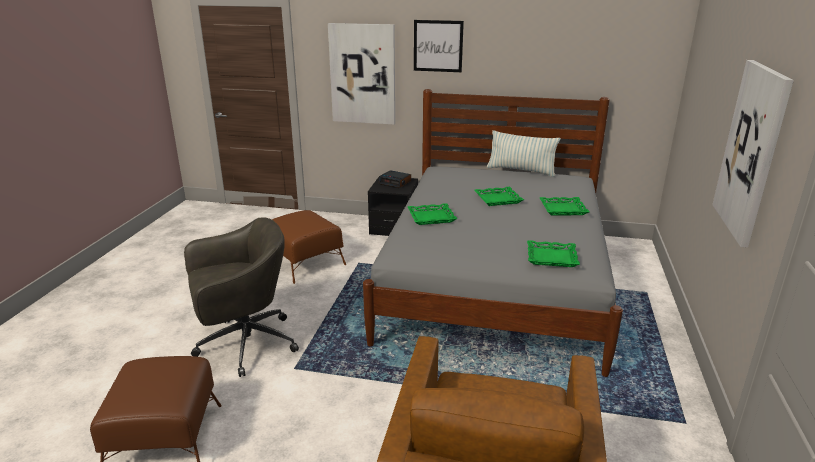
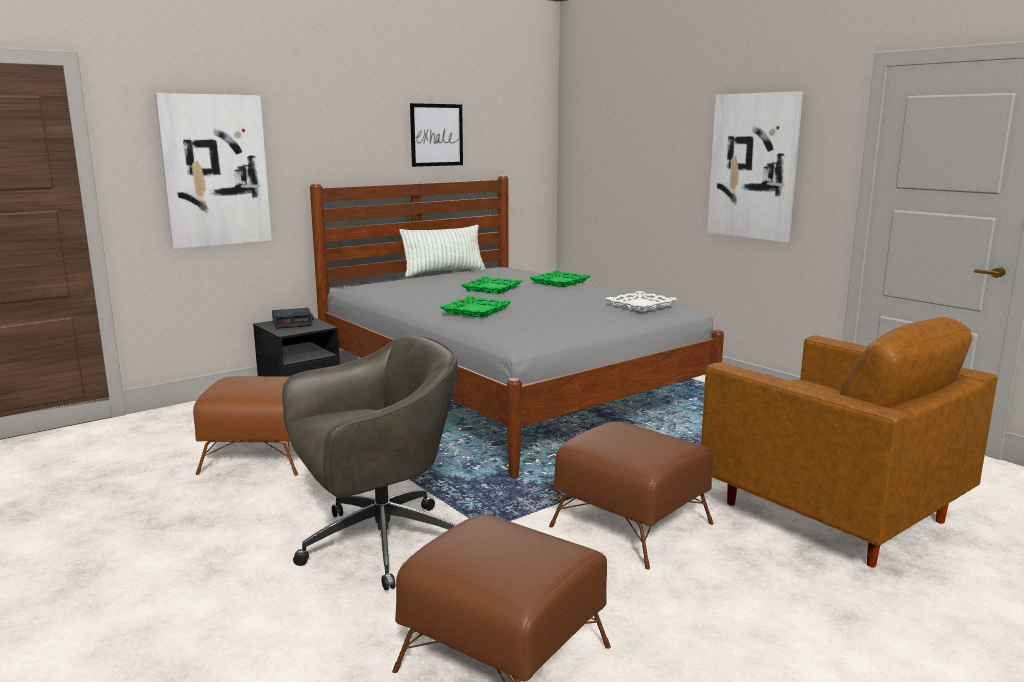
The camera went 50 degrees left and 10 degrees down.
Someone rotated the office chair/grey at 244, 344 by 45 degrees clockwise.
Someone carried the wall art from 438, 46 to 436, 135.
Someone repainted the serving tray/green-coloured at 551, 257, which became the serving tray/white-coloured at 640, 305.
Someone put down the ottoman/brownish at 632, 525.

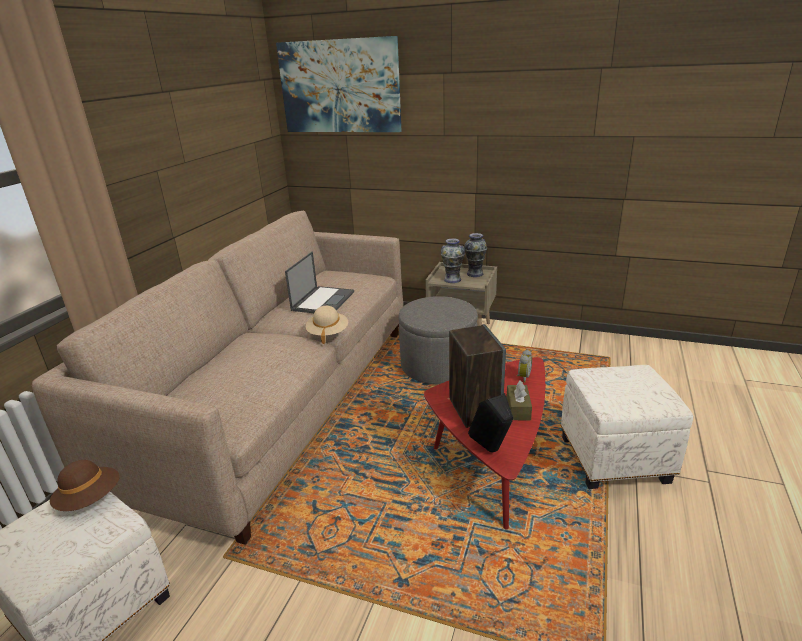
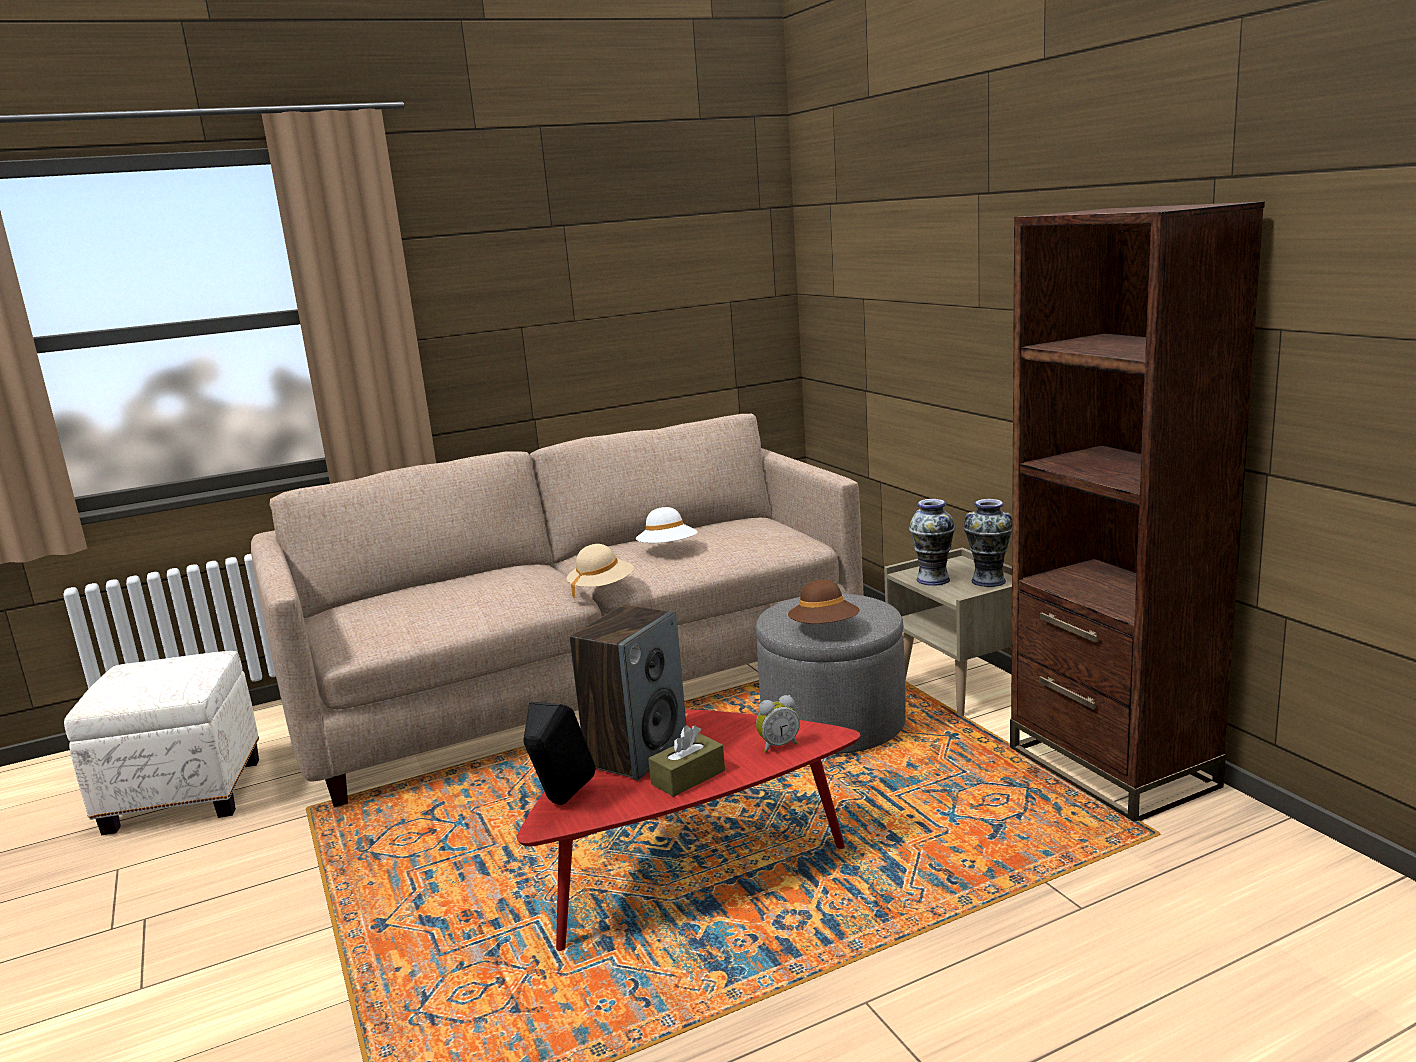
The camera went 45 degrees right and 10 degrees down.
Someone carried the hat/brownish from 90, 499 to 824, 629.
Someone took away the wall art at 340, 86.
Someone swapped the laptop at 323, 300 for the hat/white-coloured at 668, 550.
Someone took away the ottoman/white-coloured at 615, 459.
Someone put down the bookshelf/brownish at 1111, 767.

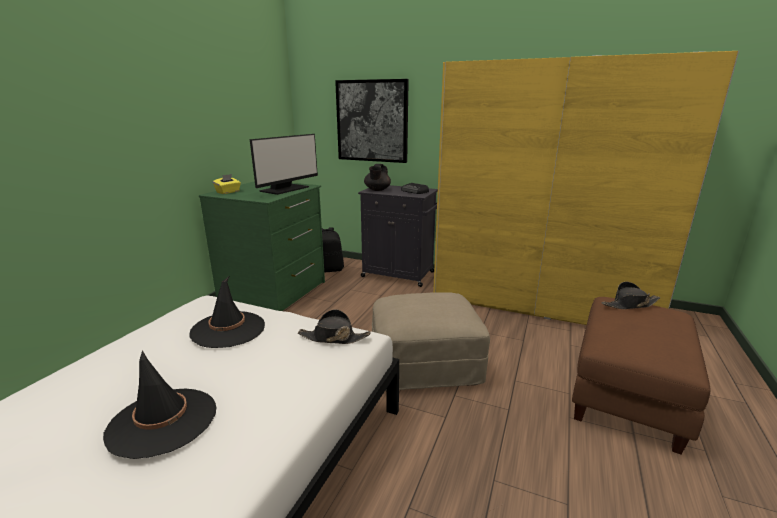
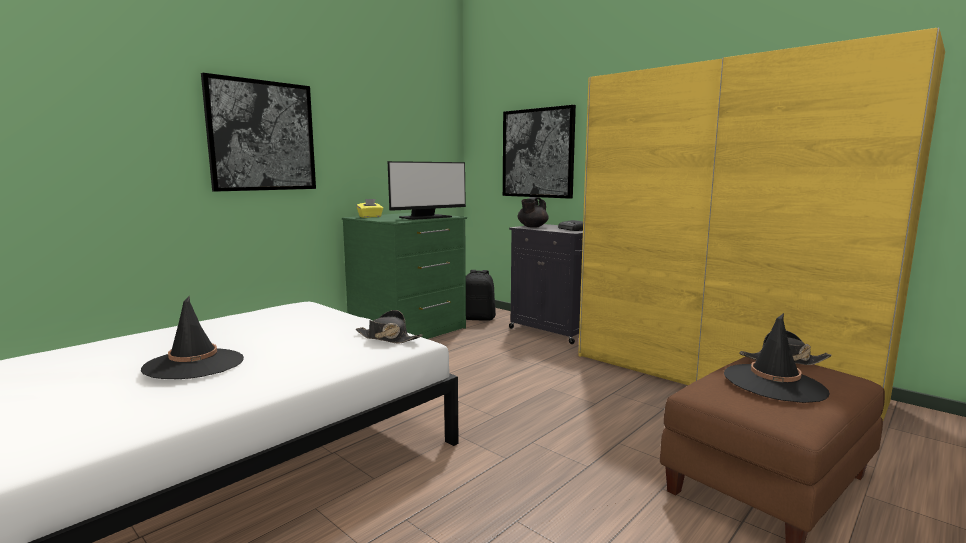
The camera went 20 degrees right and 10 degrees down.
Someone carried the hat/blackish from 228, 329 to 774, 383.
Someone took away the ottoman/beige-coloured at 425, 366.
Someone put up the wall art at 262, 136.

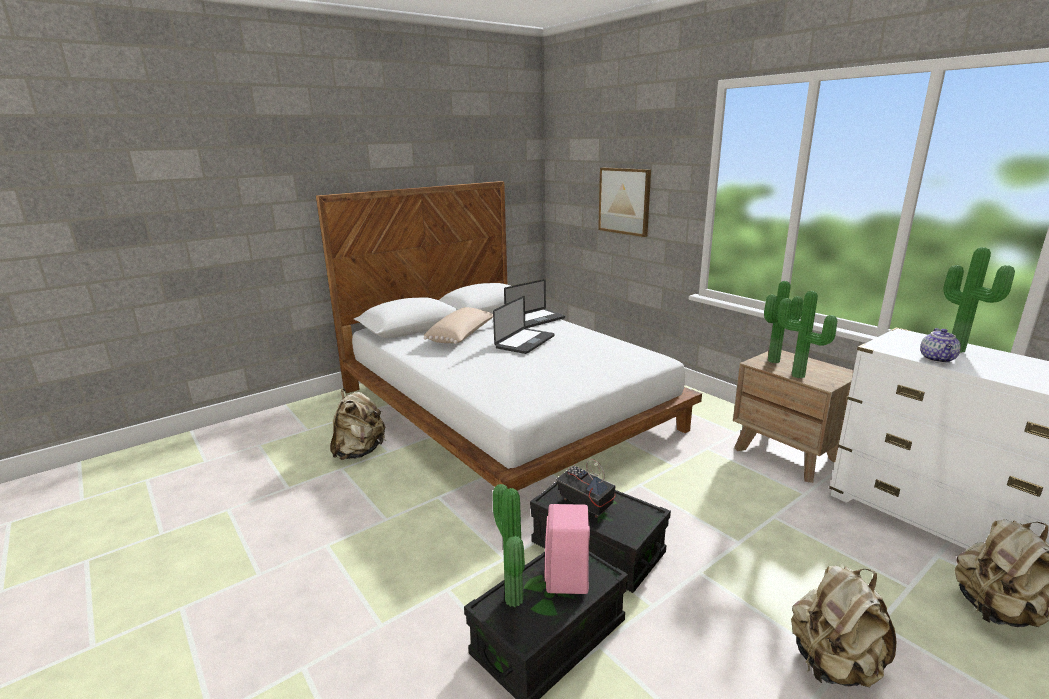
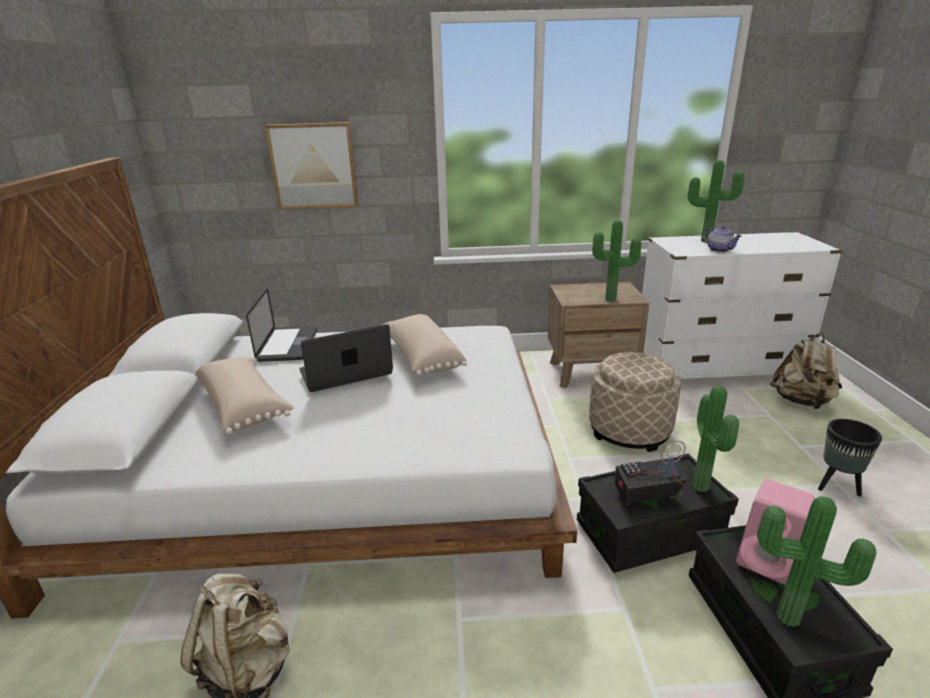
The camera went 55 degrees left and 5 degrees up.
Someone rotated the laptop at 525, 342 by 90 degrees counterclockwise.
Someone carried the potted plant from 775, 361 to 703, 486.
Someone swapped the knapsack/beige-coloured at 833, 665 for the planter/blackish at 836, 486.
Someone put down the throw pillow/beige-coloured at 421, 357.
Someone put down the ottoman/beige-coloured at 629, 429.

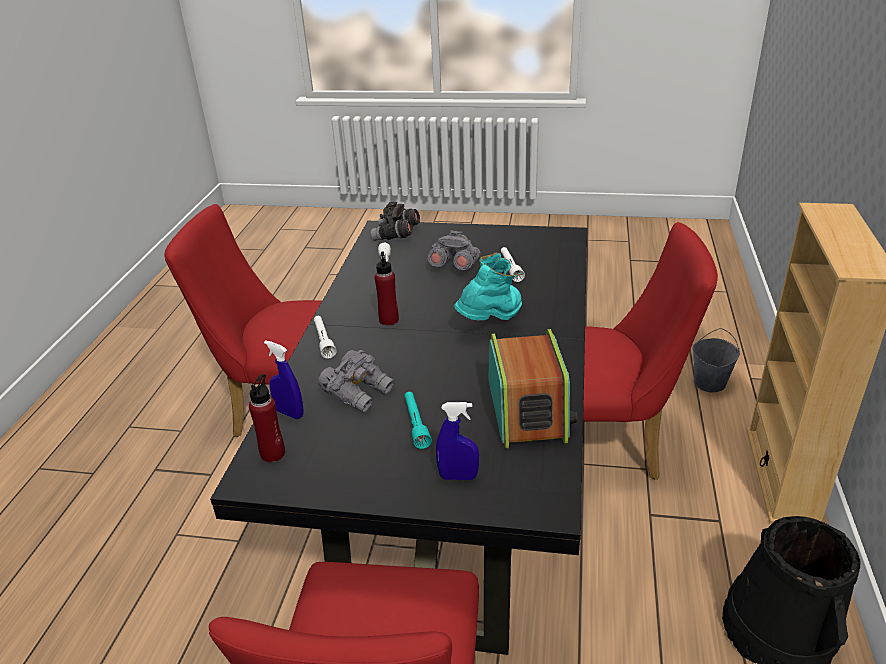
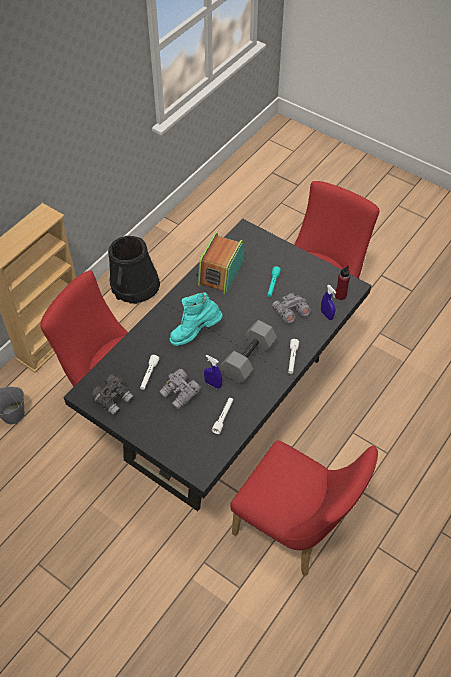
The camera went 155 degrees left and 20 degrees up.
Someone carried the field glasses/grey from 396, 236 to 113, 399.
Someone swapped the bottle/red-coloured at 389, 320 for the dumbbell/grey at 249, 360.
Someone carried the spray bottle/blue-coloured from 458, 477 to 213, 384.

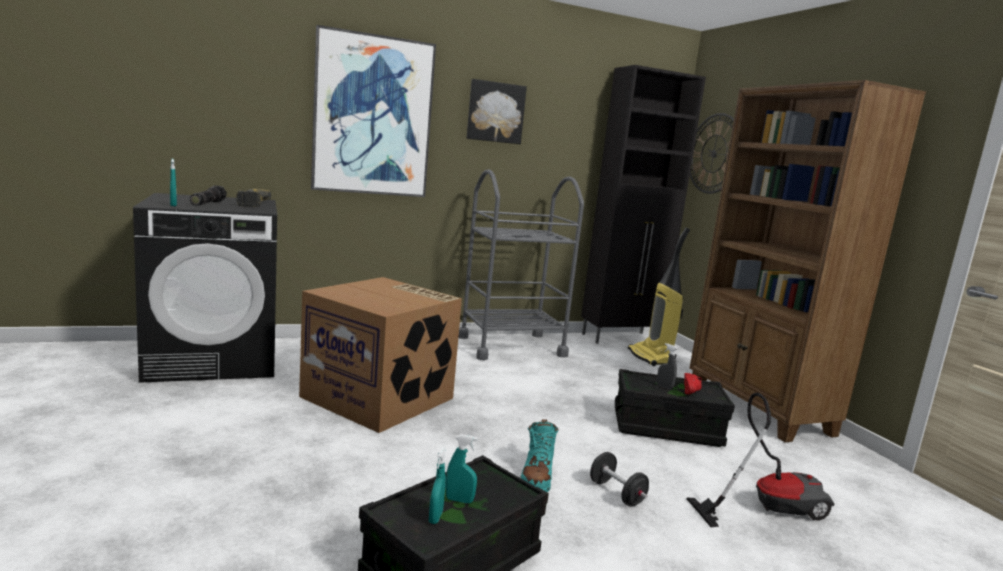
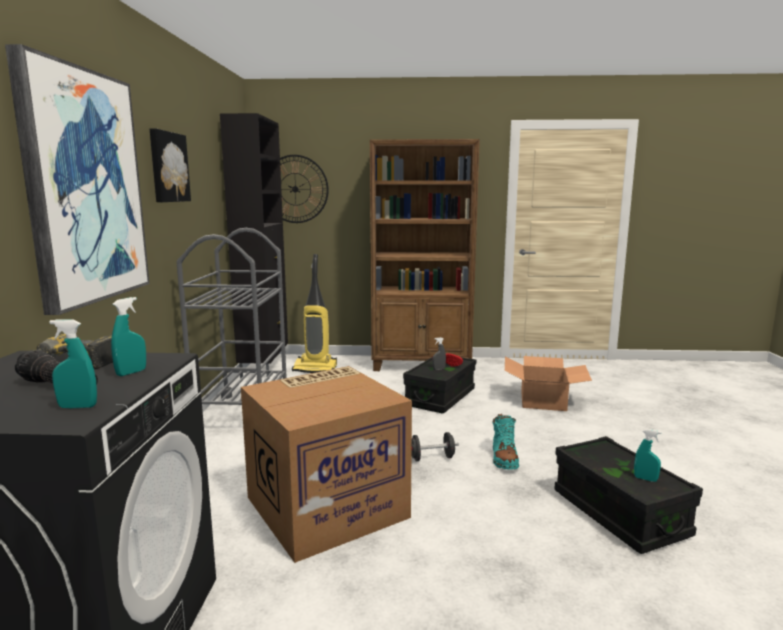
The camera went 65 degrees left and 0 degrees up.
Someone carried the spray bottle/turquoise from 459, 500 to 131, 372.
Someone rotated the tall boot/turquoise at 537, 477 by 60 degrees clockwise.
Someone carried the dumbbell/blackish from 616, 493 to 432, 458.
Someone swapped the vacuum cleaner at 766, 507 for the packing box at 543, 400.

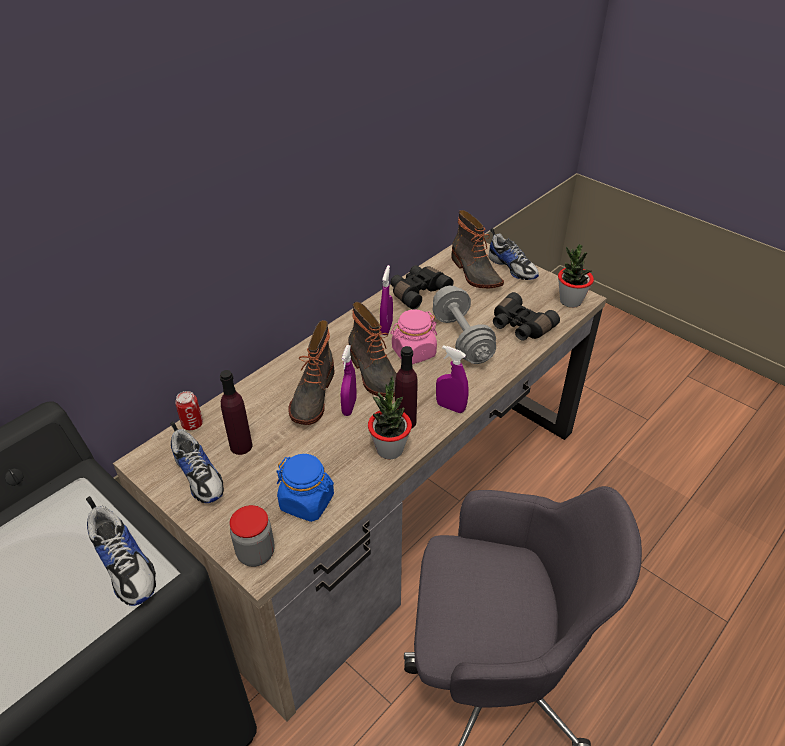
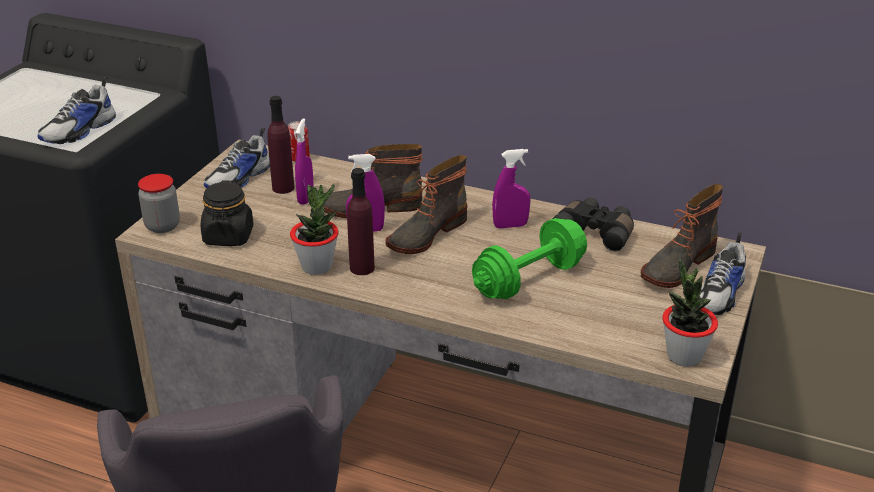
The camera went 70 degrees right and 10 degrees down.
Someone repainted the jar/blue-coloured at 307, 502, which became the jar/blackish at 228, 236.
Someone took away the jar/pink-coloured at 413, 352.
Someone repainted the dumbbell/grey at 462, 339, which became the dumbbell/green-coloured at 529, 280.
Someone carried the spray bottle/purple from 450, 407 to 305, 197.
Someone took away the field glasses/blackish at 520, 326.

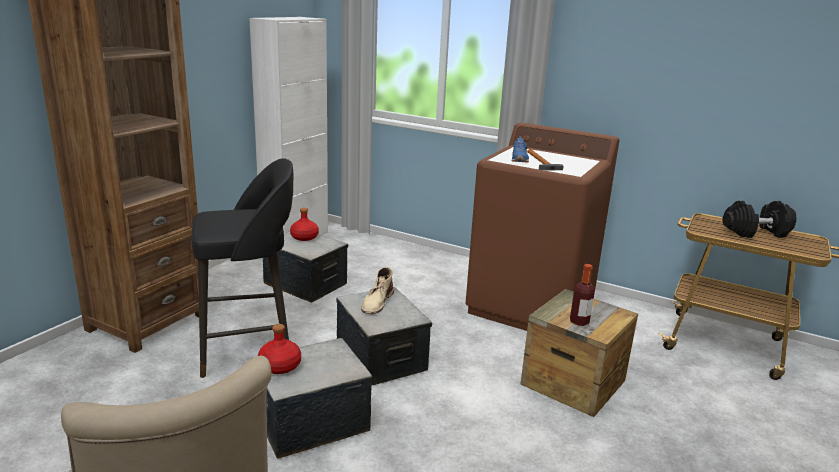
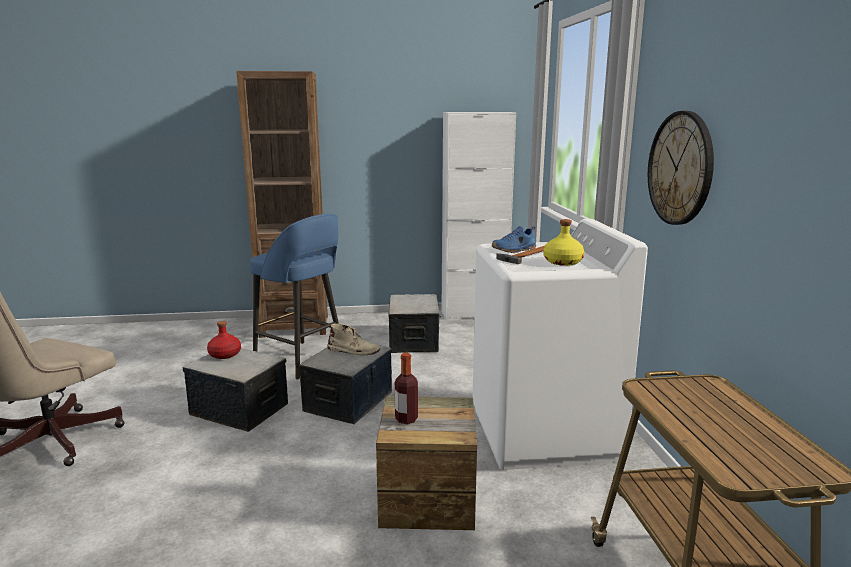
The camera went 55 degrees right and 5 degrees down.
Someone repainted the stool/blackish at 249, 349, which became the stool/blue-coloured at 302, 360.
Someone took away the bottle/red-coloured at 304, 237.
Someone rotated the tall boot/beige-coloured at 377, 302 by 150 degrees counterclockwise.
Someone repainted the washing machine/brownish at 531, 306, which became the washing machine/white-coloured at 543, 433.
Someone took away the dumbbell/blackish at 755, 232.
Someone put down the bottle/yellowish at 562, 262.
Someone put up the clock on the wall at 680, 168.

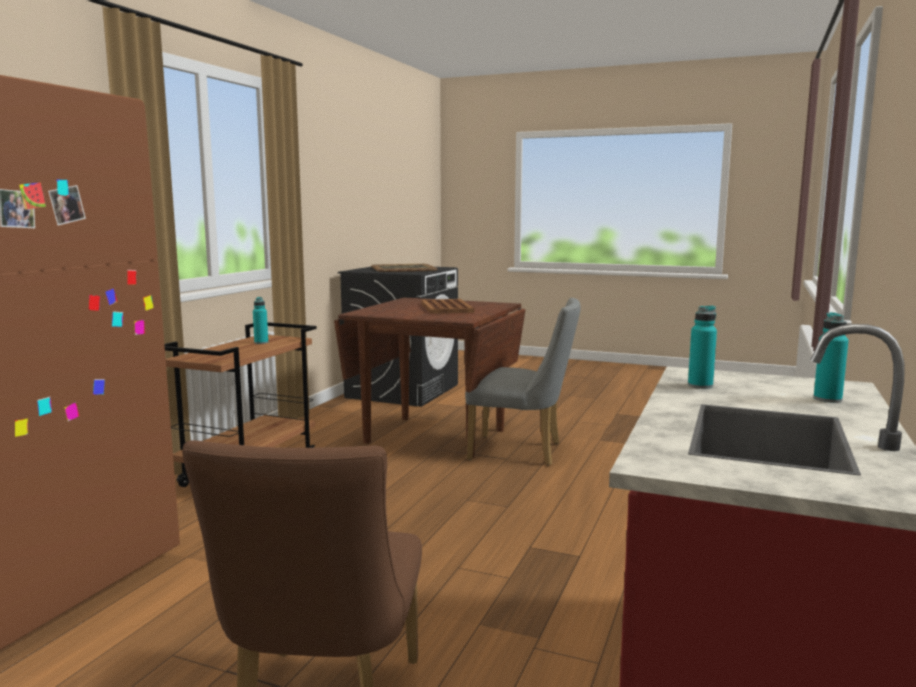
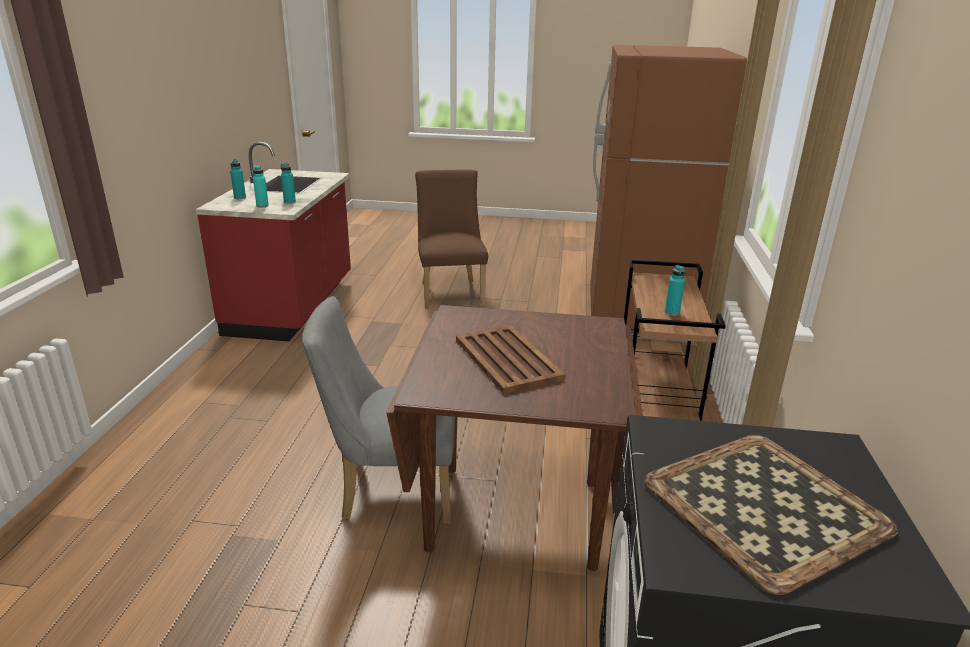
The camera went 165 degrees right and 15 degrees up.
Someone put down the bottle/turquoise at 262, 206.

